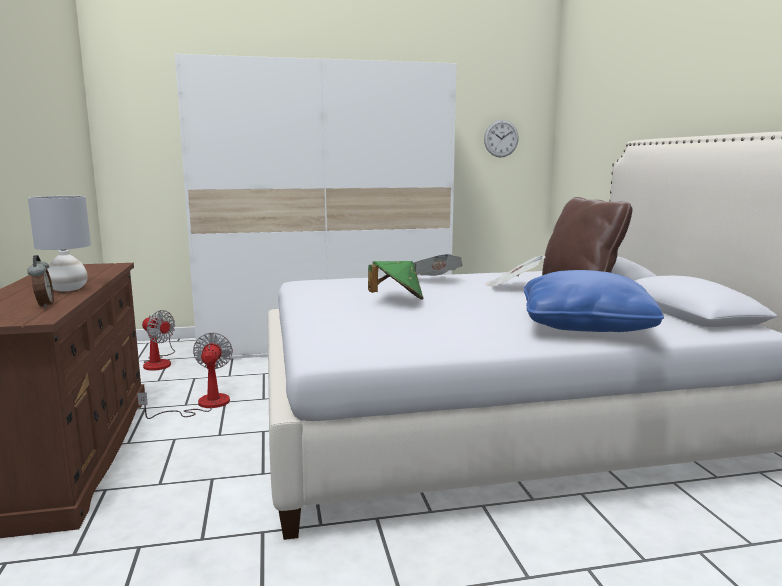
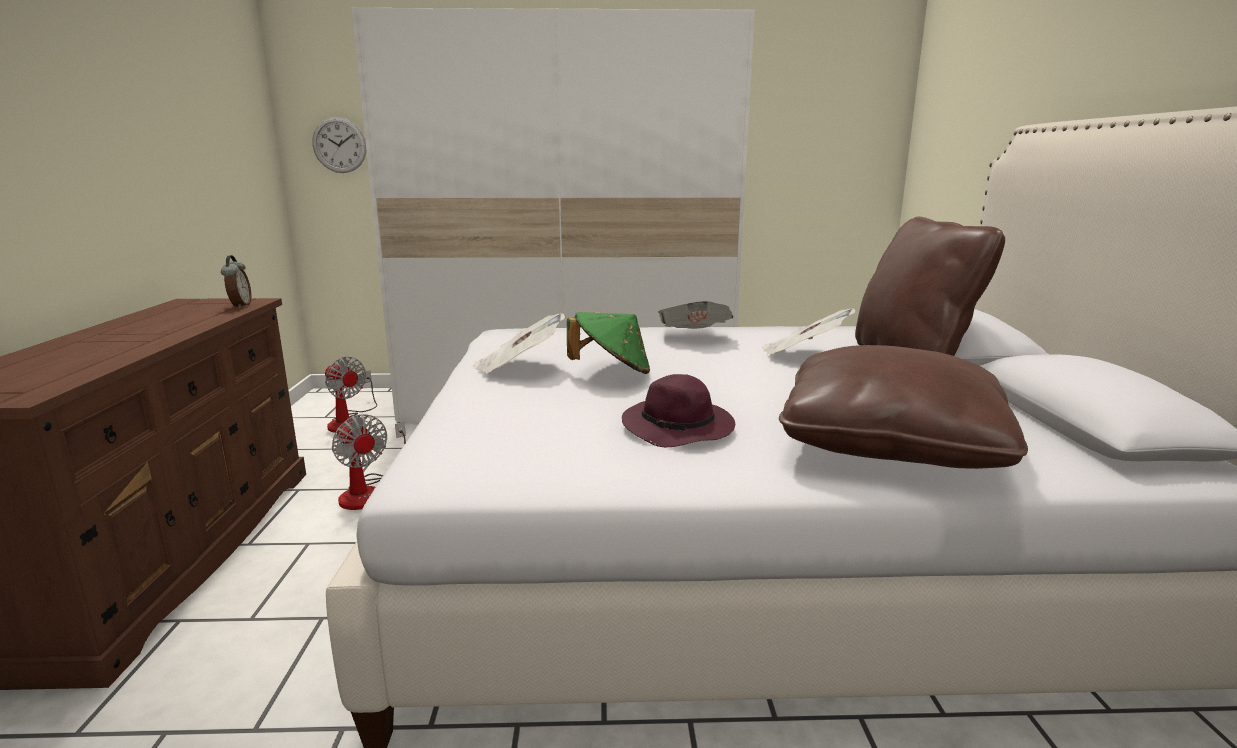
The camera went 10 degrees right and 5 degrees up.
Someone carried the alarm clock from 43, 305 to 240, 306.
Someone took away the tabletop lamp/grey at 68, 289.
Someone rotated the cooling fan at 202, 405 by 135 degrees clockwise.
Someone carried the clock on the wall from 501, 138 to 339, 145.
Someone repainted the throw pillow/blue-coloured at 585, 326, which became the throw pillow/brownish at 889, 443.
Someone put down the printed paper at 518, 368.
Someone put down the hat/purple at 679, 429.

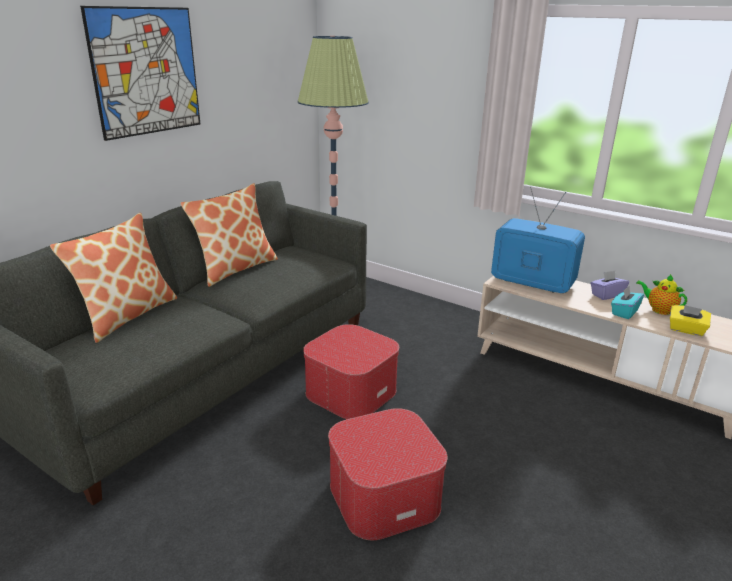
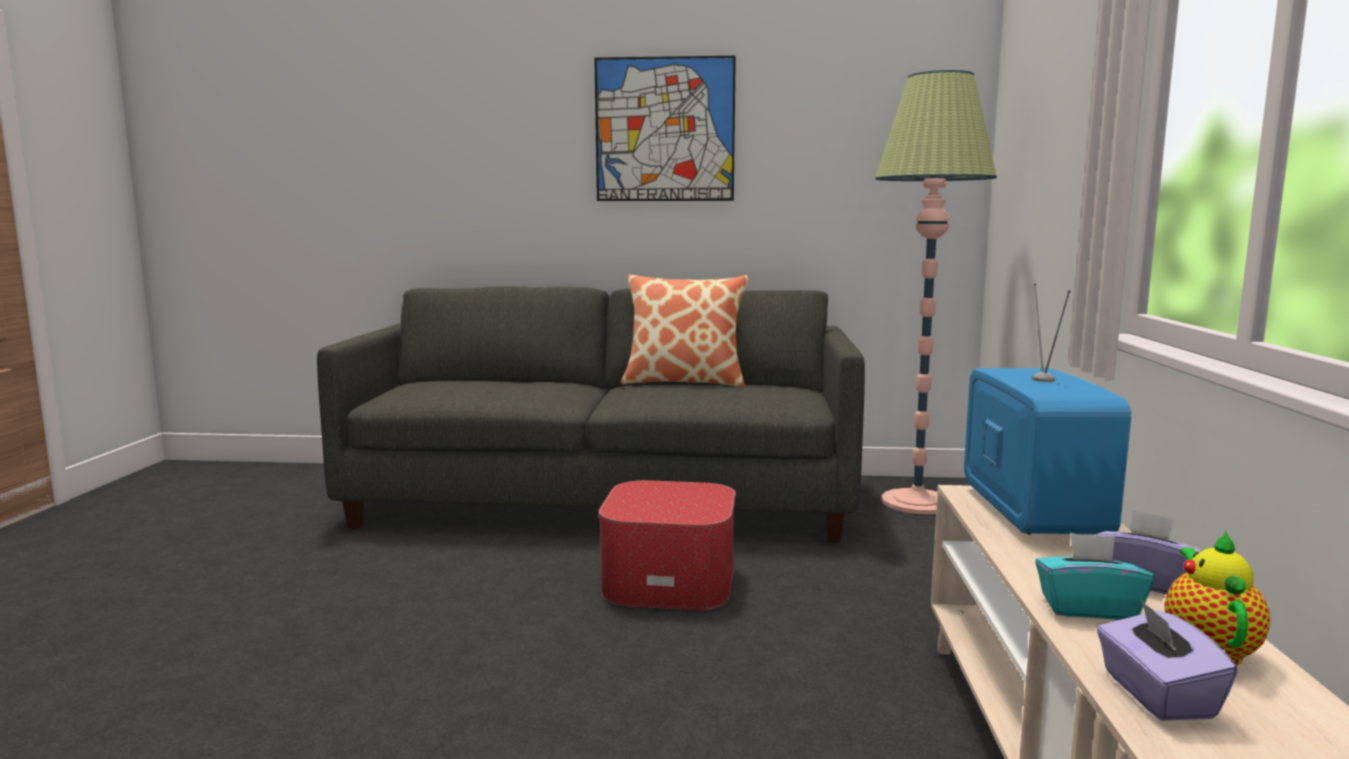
The camera went 60 degrees right and 15 degrees down.
Someone took away the throw pillow at 127, 315.
Someone took away the ottoman at 384, 495.
Someone repainted the box of tissues/yellowish at 686, 330, which became the box of tissues/purple at 1156, 695.

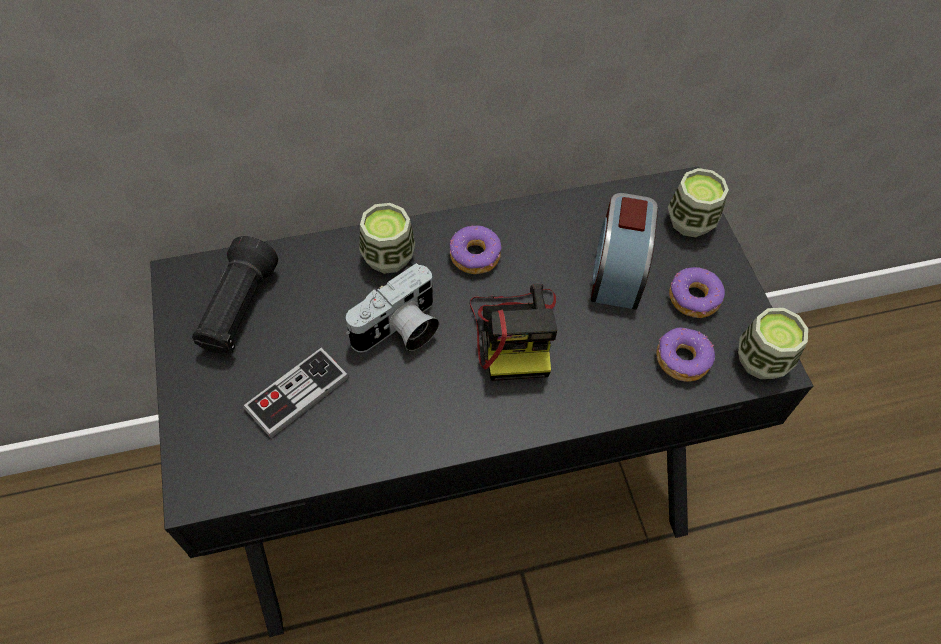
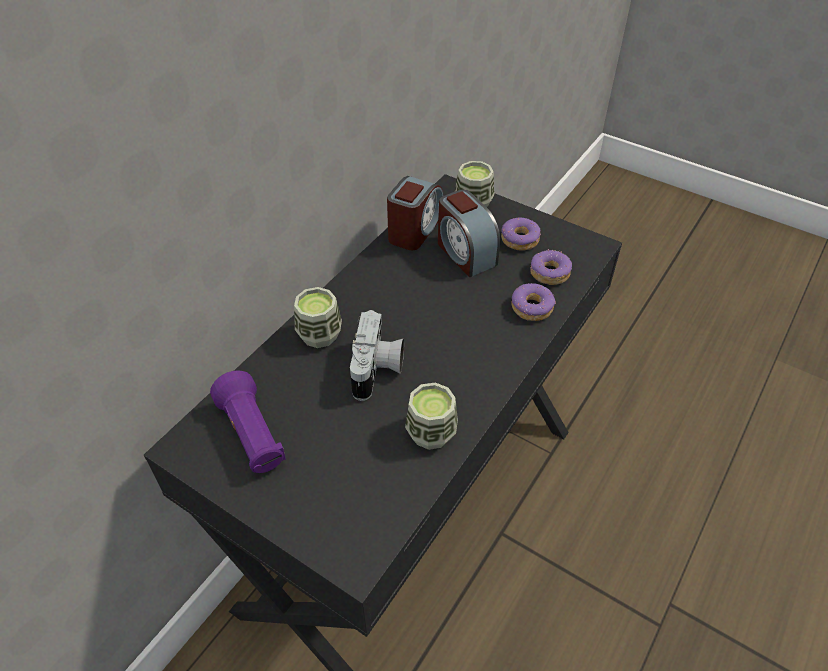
The camera went 40 degrees left and 10 degrees down.
Someone repainted the torch/blackish at 238, 310, which became the torch/purple at 252, 435.
Someone took away the game controller at 297, 393.
Someone carried the doughnut from 475, 256 to 532, 308.
Someone took away the still camera at 515, 332.
Someone carried the drinking cup from 761, 360 to 431, 432.
Someone put down the alarm clock at 414, 230.

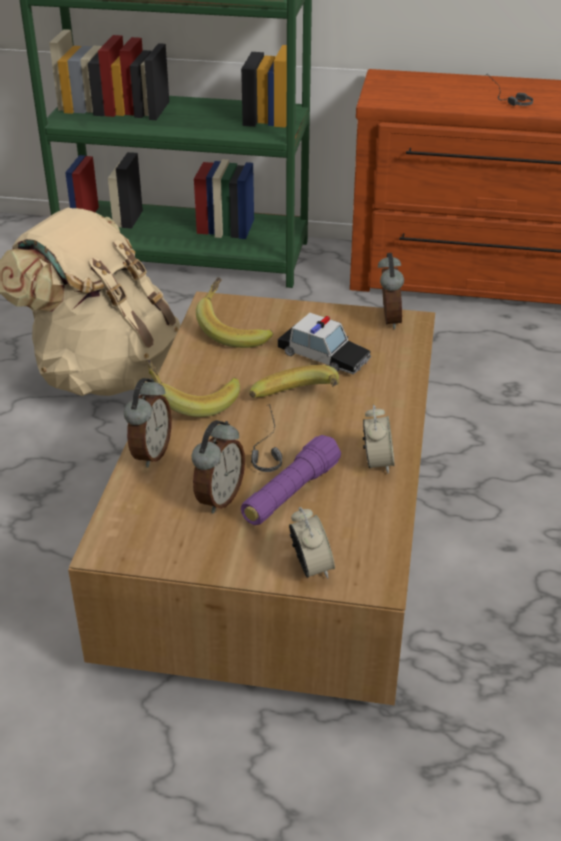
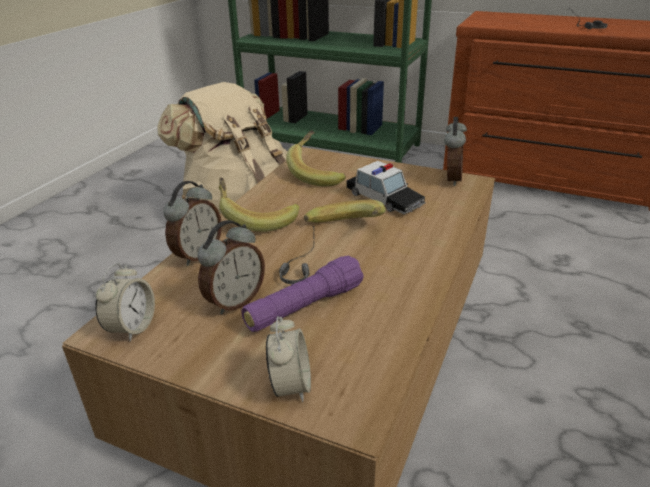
The camera went 15 degrees right and 5 degrees down.
Someone carried the alarm clock from 377, 462 to 132, 327.

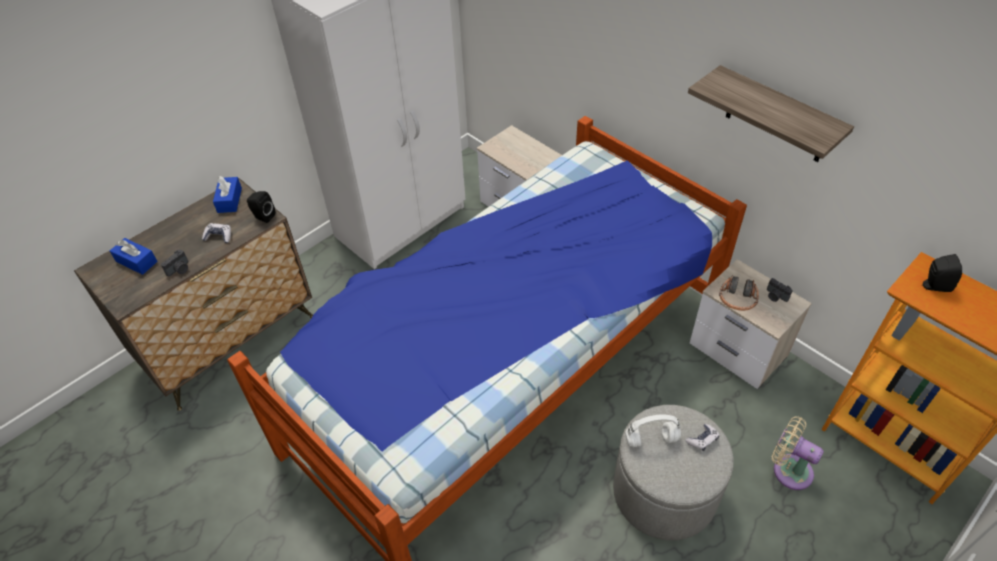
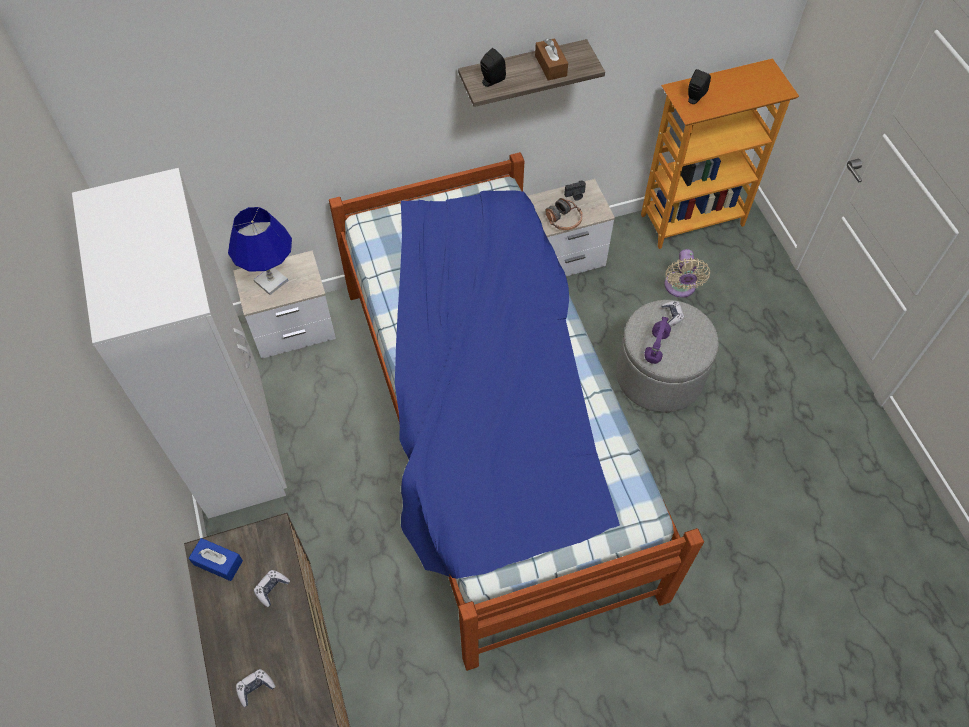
The camera went 65 degrees left and 10 degrees up.
Someone swapped the box of tissues/blue-coloured at 136, 261 for the game controller at 255, 688.
Someone took away the still camera at 179, 269.
Someone carried the loudspeaker/blackish from 263, 216 to 491, 81.
Someone repainted the pair of headphones/white-coloured at 652, 439, which became the pair of headphones/purple at 655, 346.
Someone rotated the cooling fan/beige-coloured at 788, 469 by 60 degrees counterclockwise.
Someone put down the tabletop lamp/blue-coloured at 271, 281.
Someone put down the box of tissues/brownish at 550, 66.

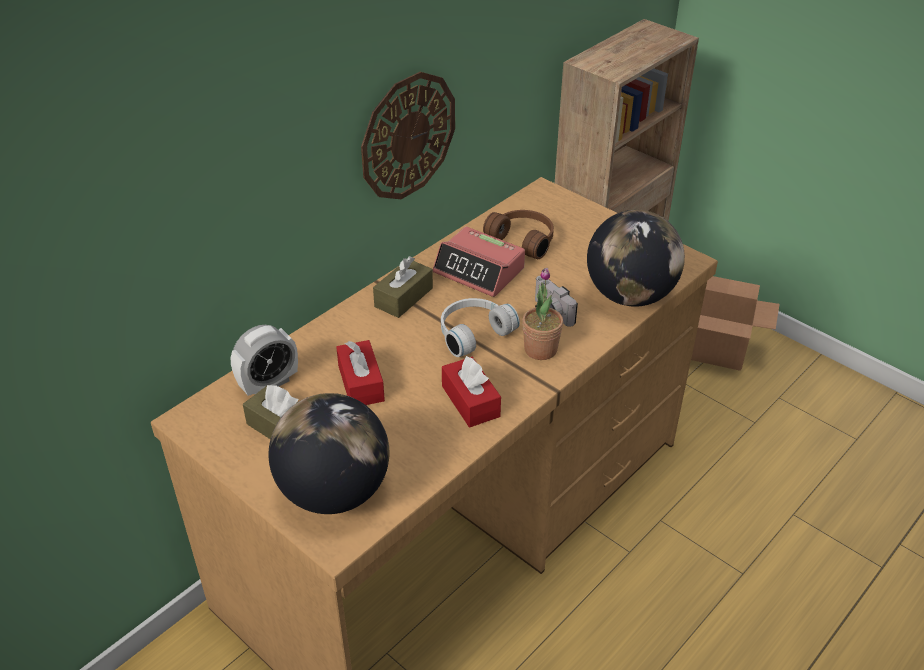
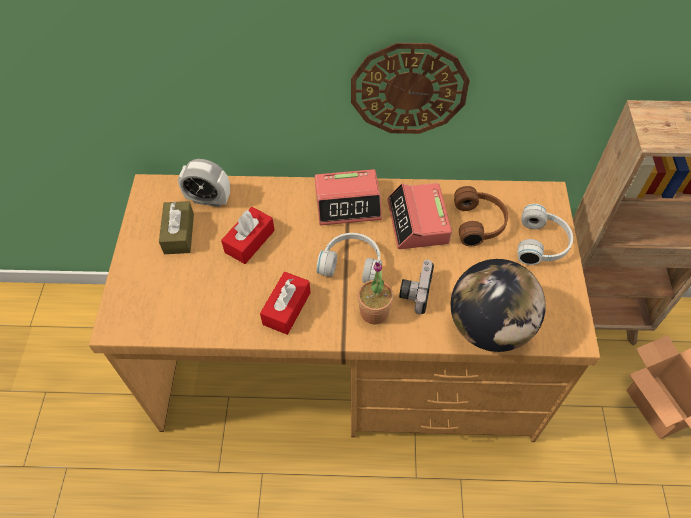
The camera went 50 degrees right and 15 degrees up.
Someone took away the globe at 334, 492.
Someone swapped the box of tissues/brownish at 403, 297 for the alarm clock at 348, 203.
Someone put down the pair of headphones/white-coloured at 542, 243.

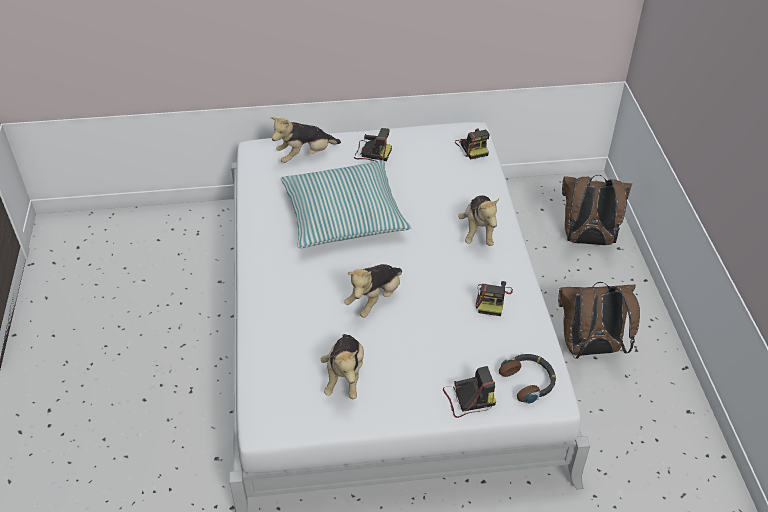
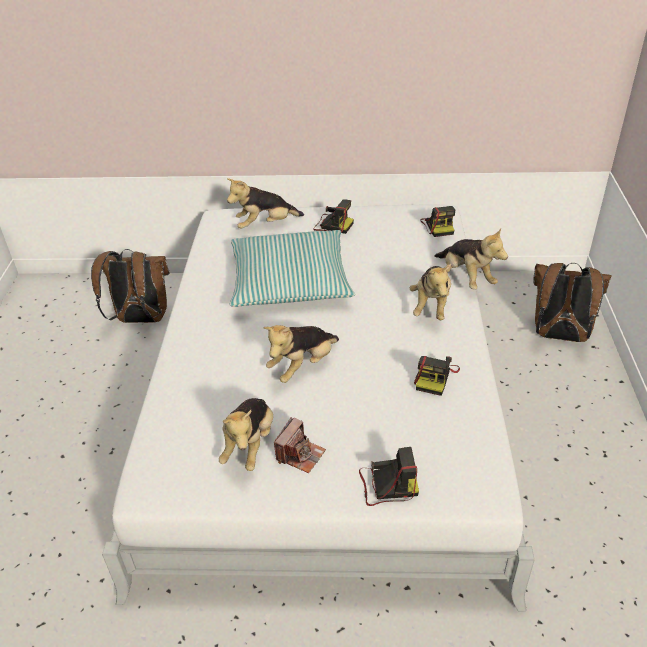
The camera went 10 degrees right and 5 degrees down.
Someone took away the pair of headphones at 528, 381.
Someone carried the knapsack/brownish from 589, 349 to 140, 319.
Someone put down the still camera at 300, 454.
Someone put down the plush toy at 466, 278.

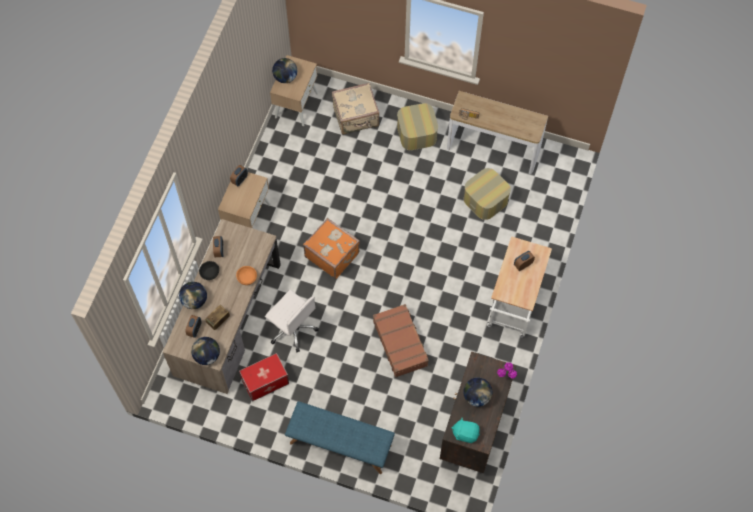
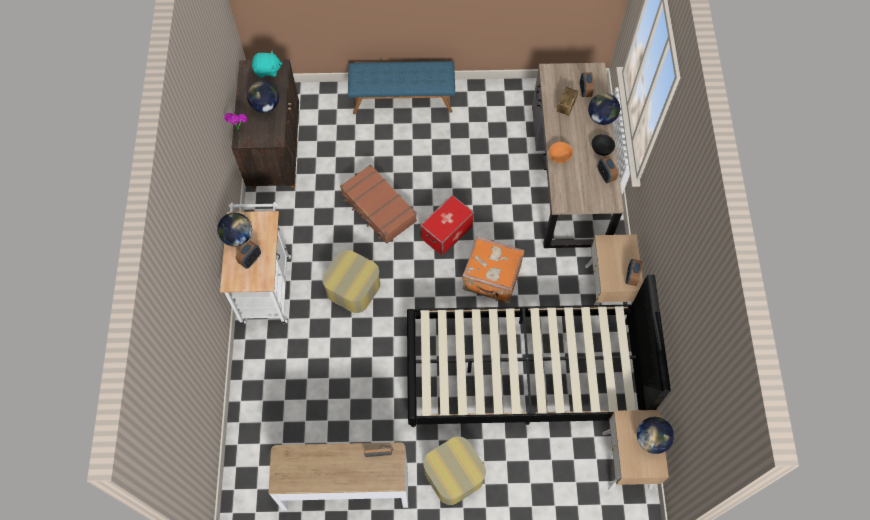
The camera went 160 degrees right and 0 degrees up.
Someone carried the globe from 207, 356 to 238, 237.
Someone carried the storage container from 265, 381 to 447, 232.
Someone took away the office chair/white-coloured at 293, 329.
Someone took away the suitcase/beige-coloured at 356, 117.
Someone carried the ottoman from 485, 200 to 353, 288.
Someone put down the bed/blackish at 523, 373.

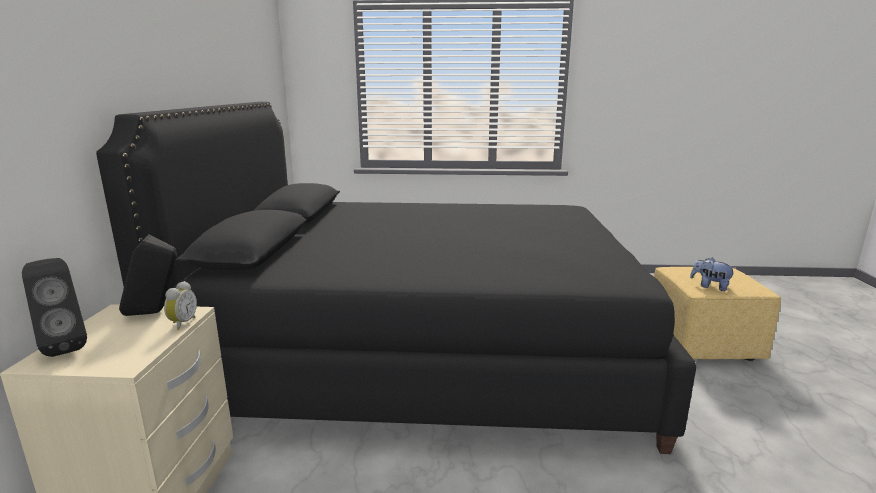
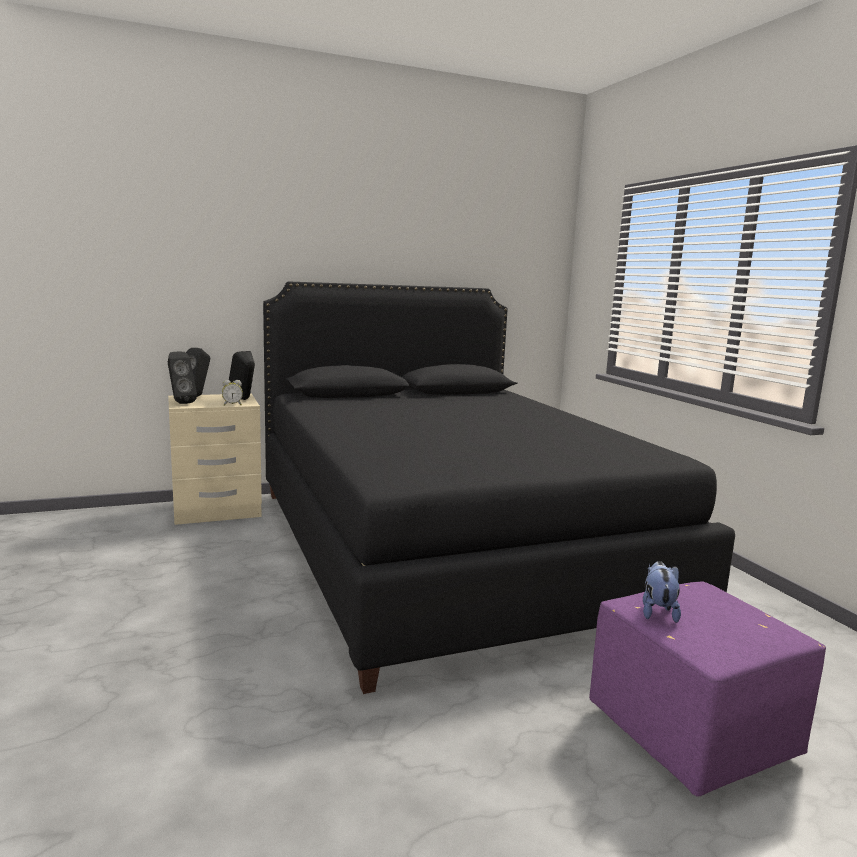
The camera went 65 degrees right and 5 degrees down.
Someone repainted the ottoman/yellowish at 702, 344, which became the ottoman/purple at 693, 735.
Someone put down the loudspeaker/blackish at 180, 403.

